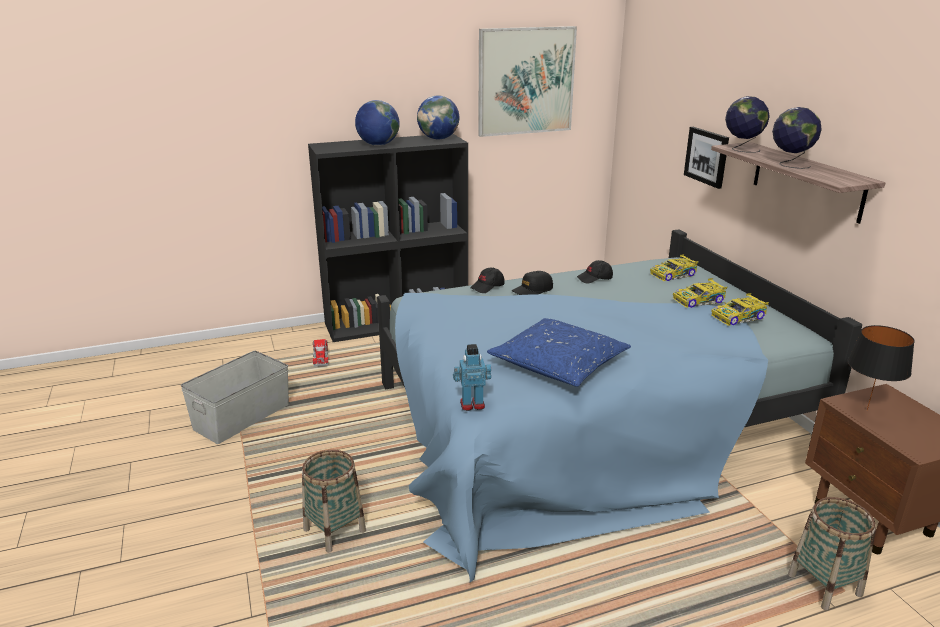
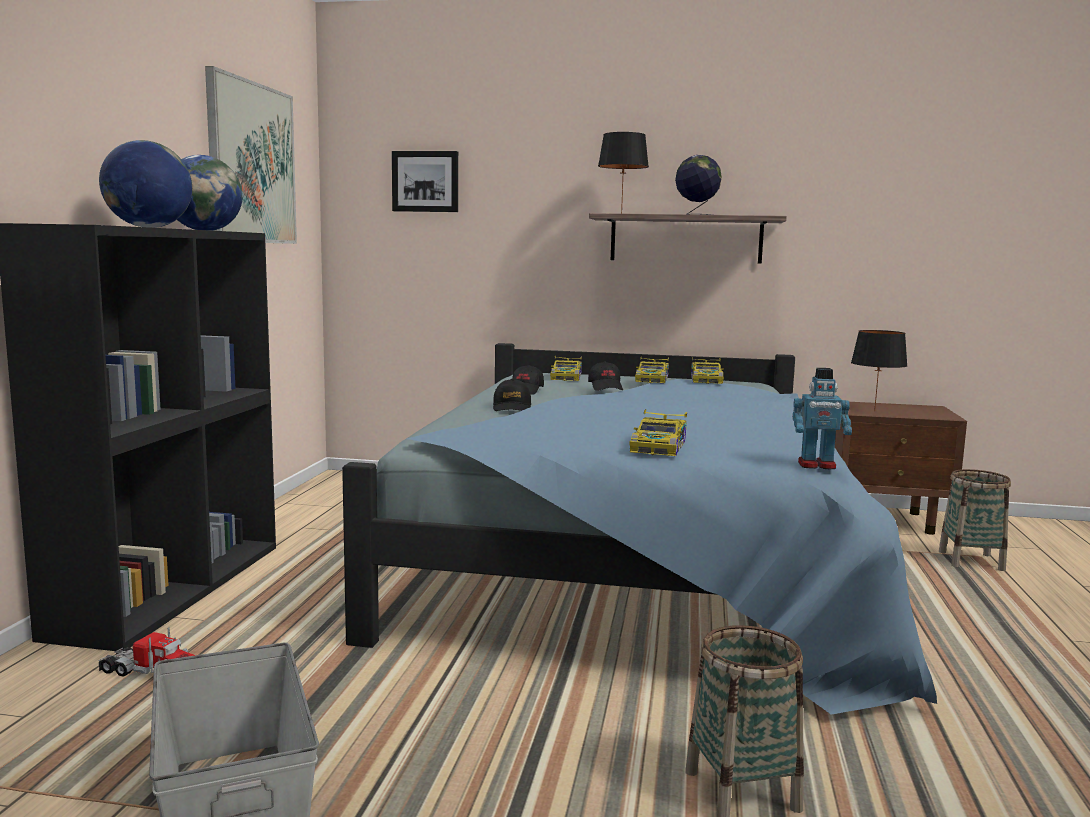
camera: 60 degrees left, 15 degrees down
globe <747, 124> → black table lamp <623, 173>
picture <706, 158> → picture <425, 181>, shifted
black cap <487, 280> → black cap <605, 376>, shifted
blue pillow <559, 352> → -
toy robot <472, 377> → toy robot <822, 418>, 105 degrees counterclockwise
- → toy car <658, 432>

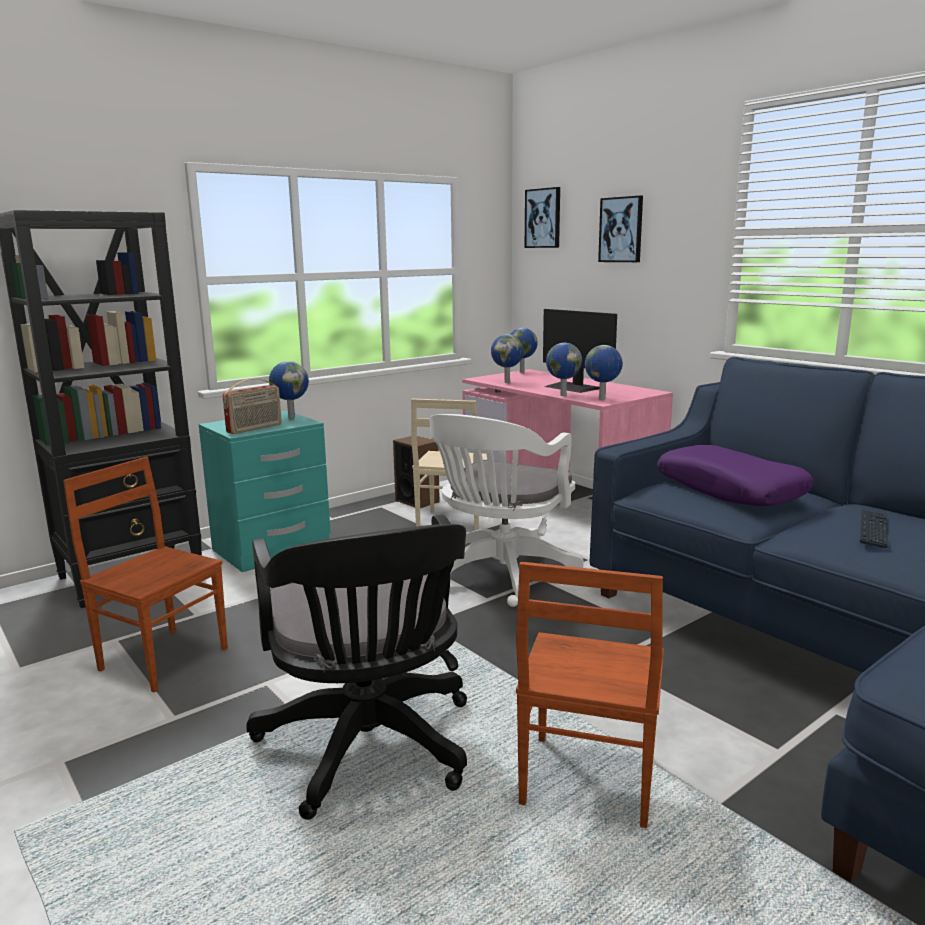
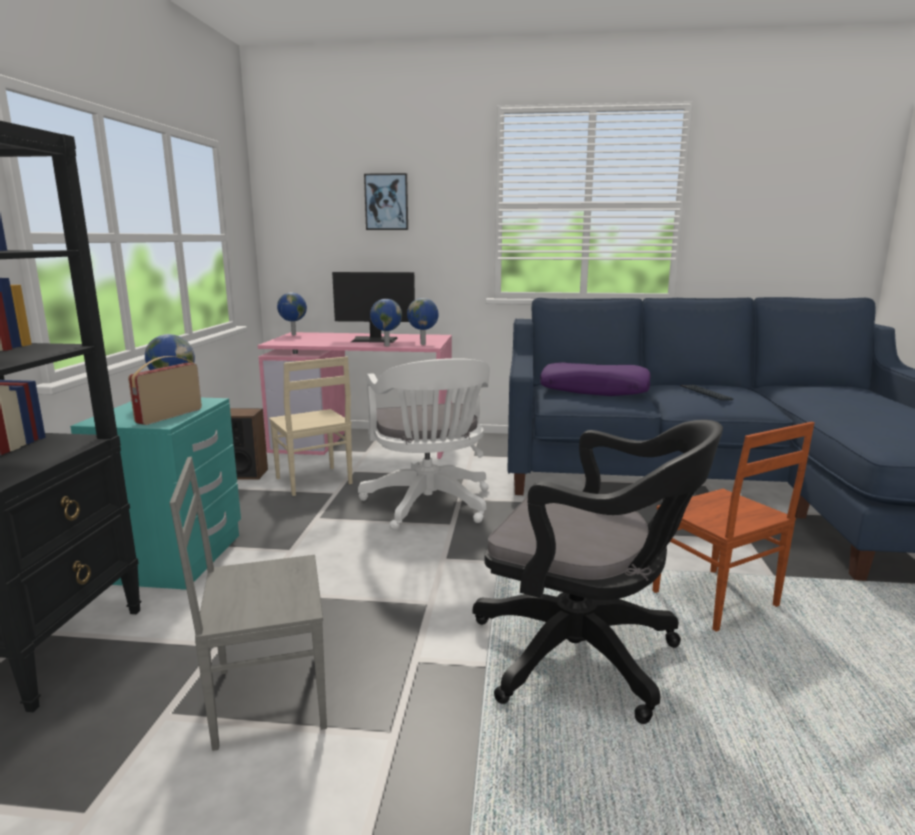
camera: 45 degrees left, 0 degrees up
picture <542, 217> → -
globe <507, 358> → -
radio <252, 406> → radio <165, 390>, 150 degrees counterclockwise
brown chair <145, 575> → grey chair <248, 604>

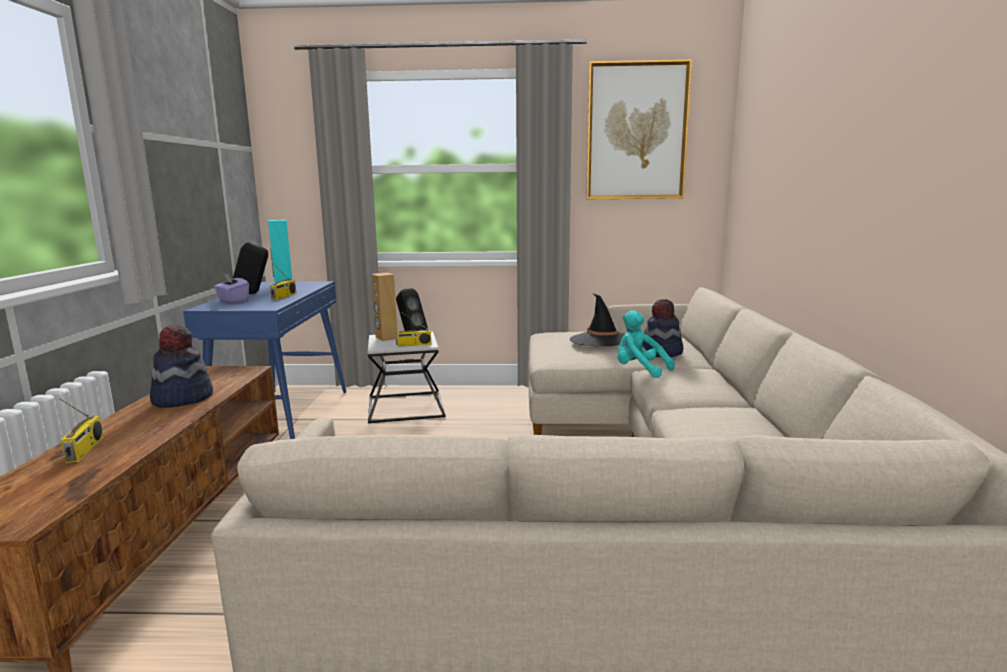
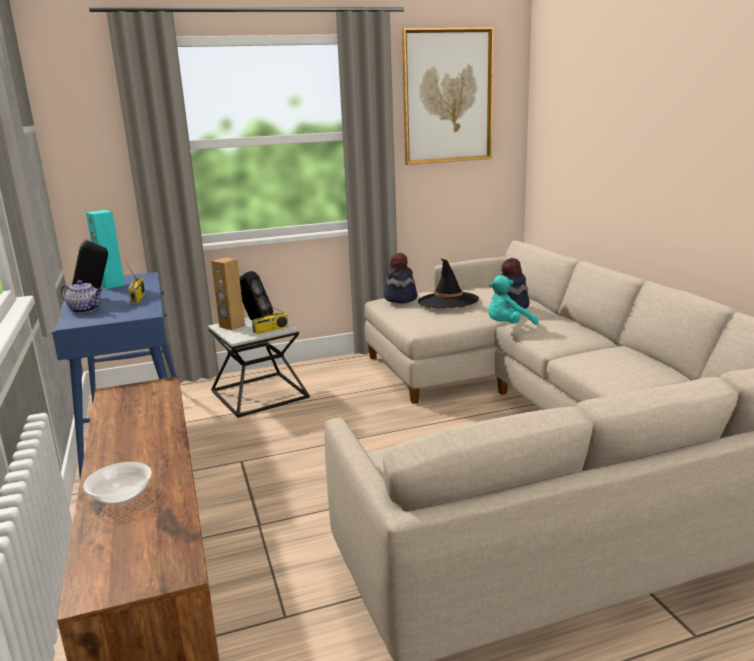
camera: 20 degrees left, 5 degrees up
purple tissue box <231, 288> → teapot <81, 296>
turquoise plush toy <646, 344> → turquoise plush toy <513, 300>, 45 degrees counterclockwise
hat <181, 366> → hat <400, 278>, shifted
radio <82, 430> → bowl <117, 483>

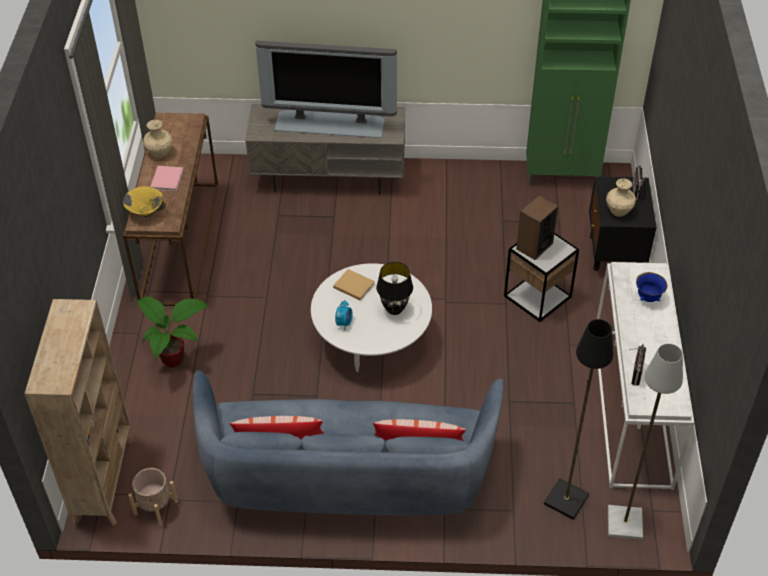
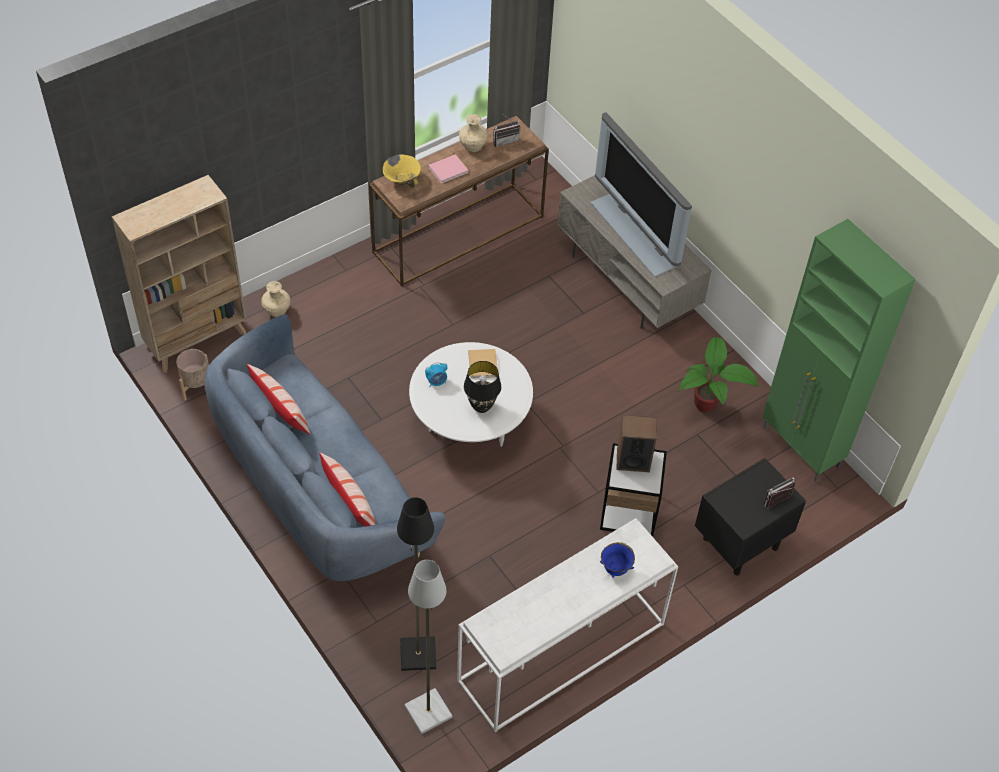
camera: 50 degrees right, 5 degrees up
beige vase <621, 197> → beige vase <275, 299>, shifted
potted plant <173, 332> → potted plant <719, 375>, shifted
radio <638, 365> → radio <507, 130>, shifted

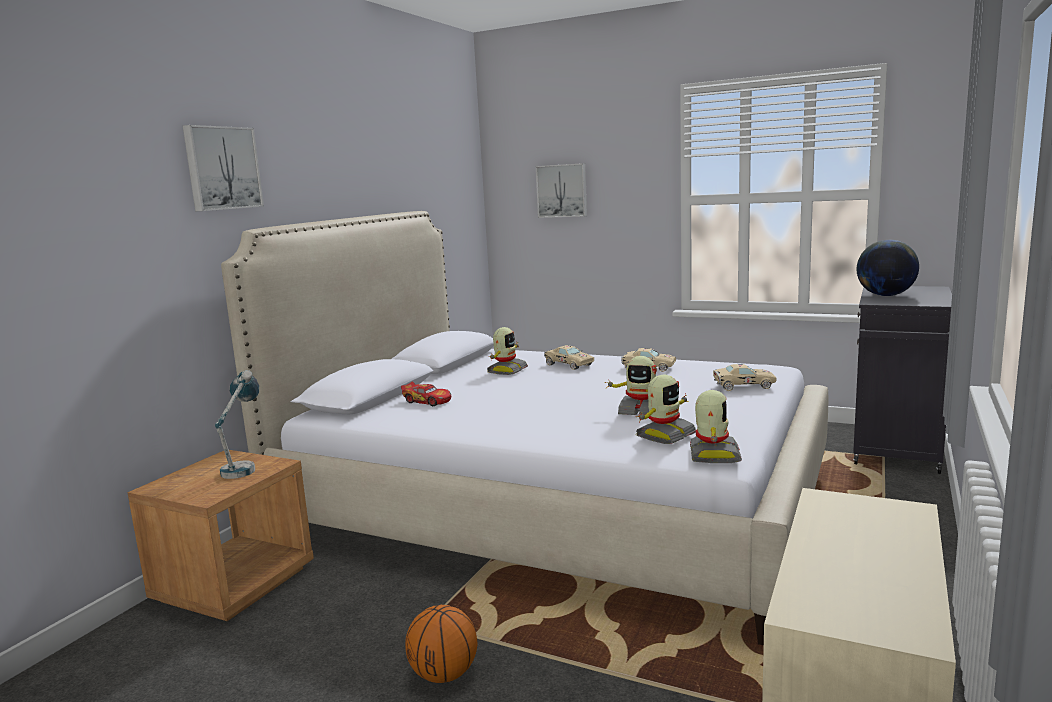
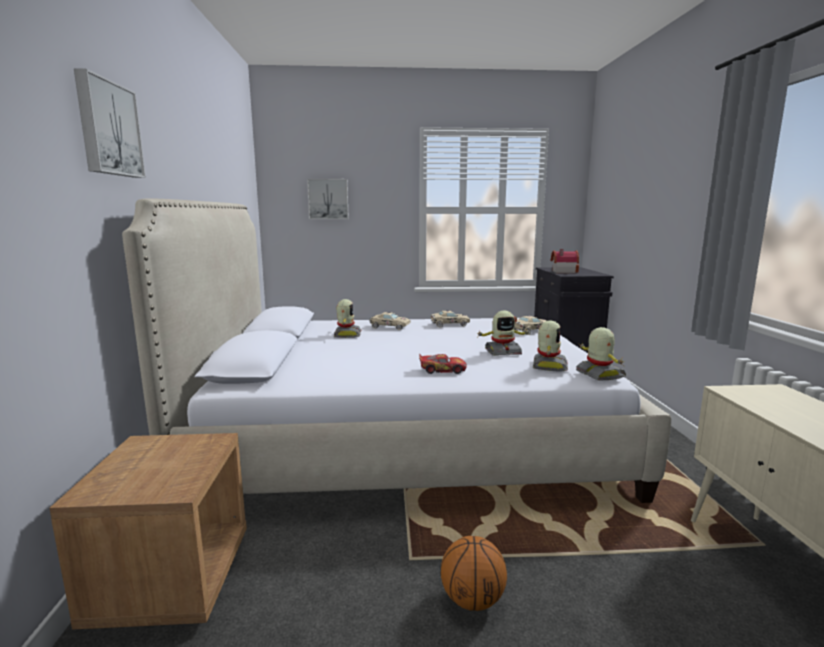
camera: 30 degrees left, 0 degrees up
globe <888, 268> → toy house <565, 261>
table lamp <237, 424> → -
toy car <426, 394> → toy car <443, 364>, shifted

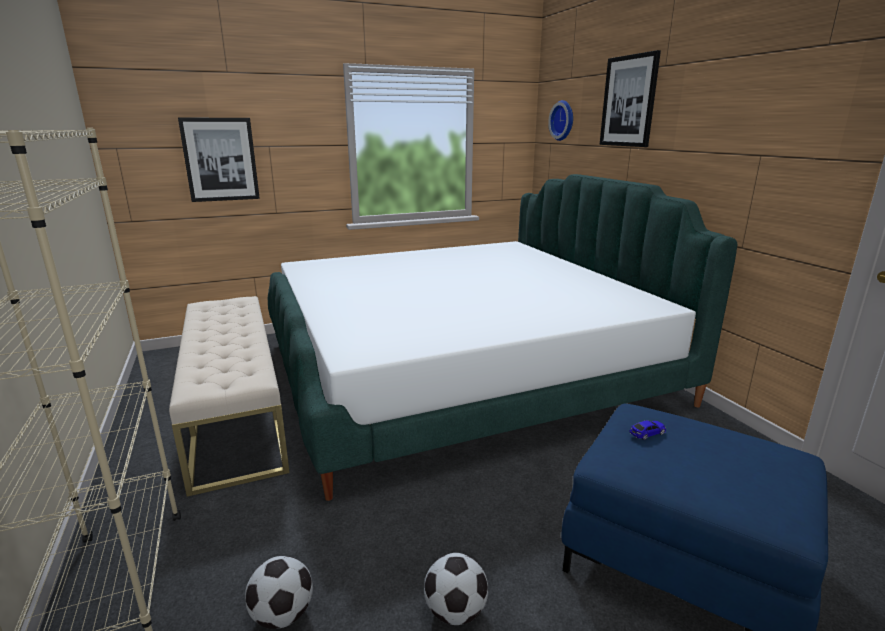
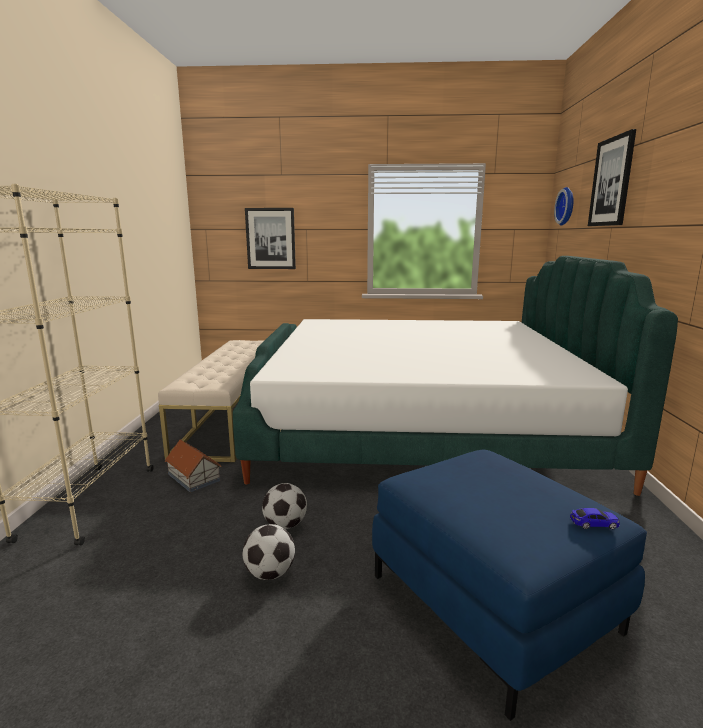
camera: 25 degrees right, 5 degrees down
toy car <648, 430> → toy car <595, 518>, shifted
football <279, 592> → football <284, 506>, shifted
- → toy house <193, 466>

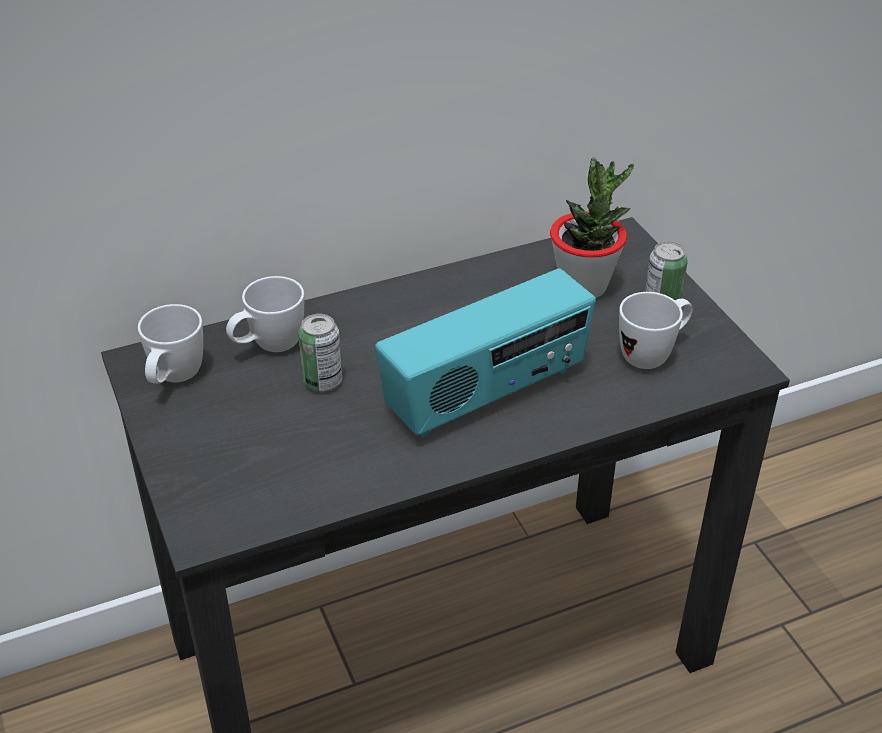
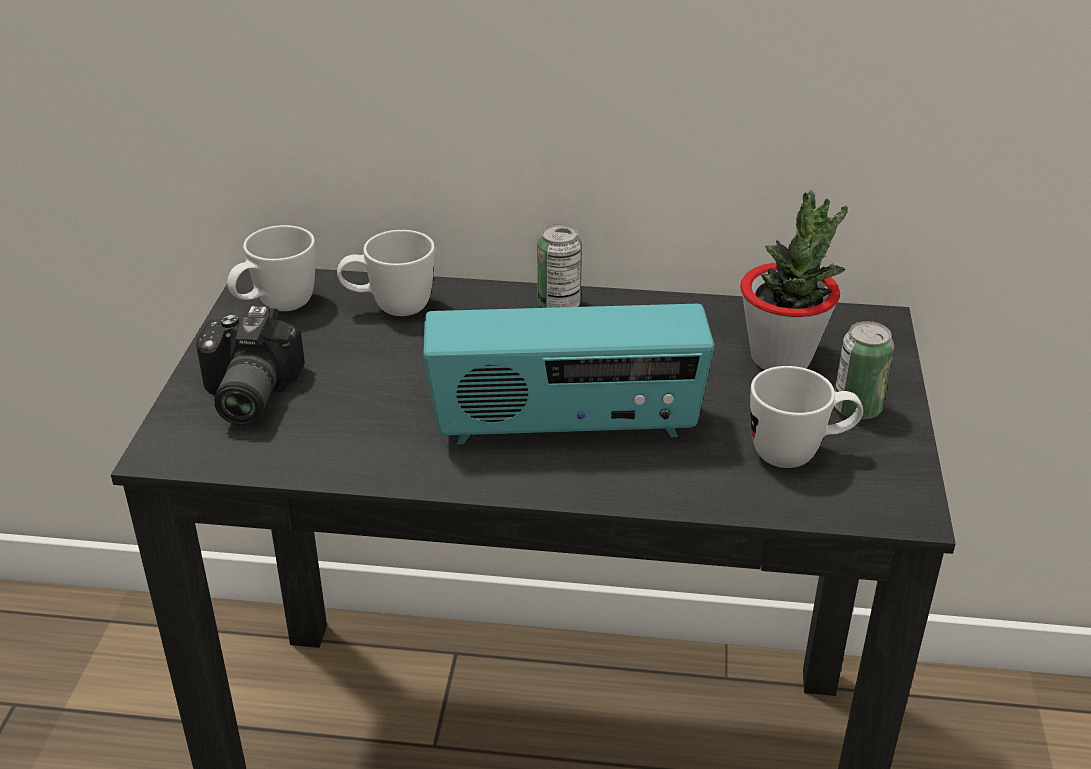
camera: 30 degrees right, 5 degrees down
can <320, 352> → can <559, 266>, shifted
- → photo camera <250, 365>

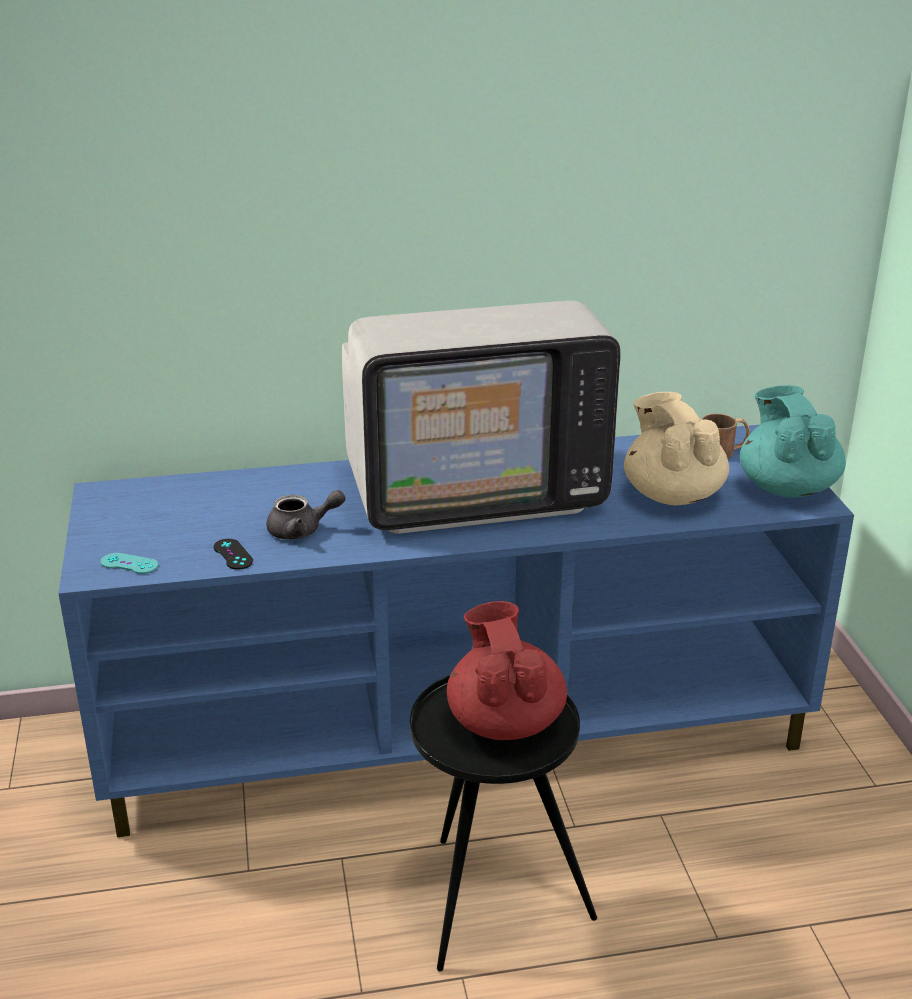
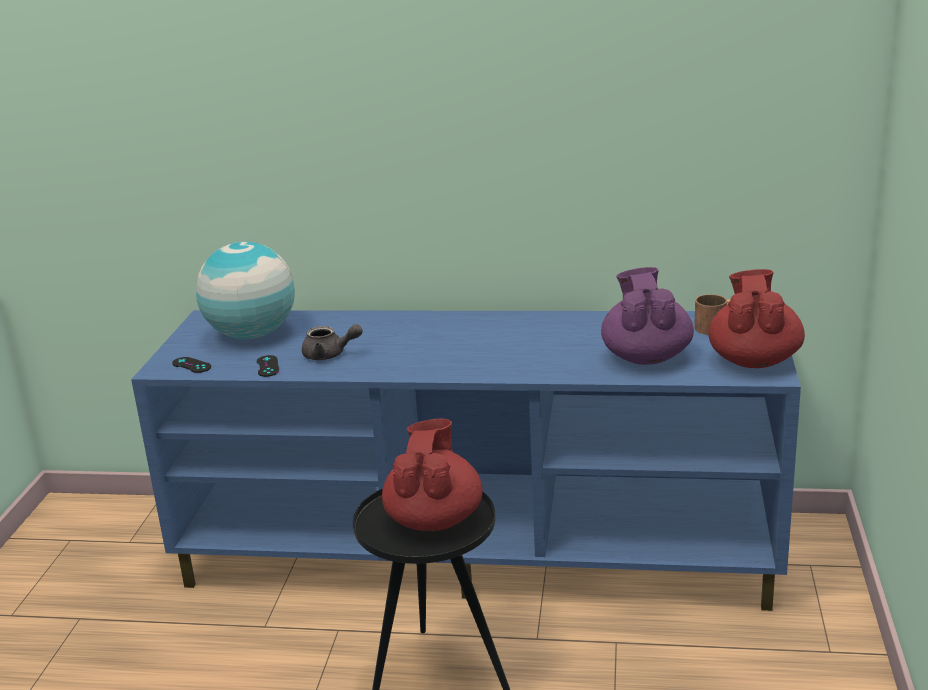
camera: 20 degrees right, 5 degrees down
television <481, 417> → -
turquoise teapot <793, 441> → red teapot <757, 318>
beige teapot <676, 448> → purple teapot <647, 316>
turquoise game controller <129, 563> → black game controller <191, 365>
- → globe <245, 290>

